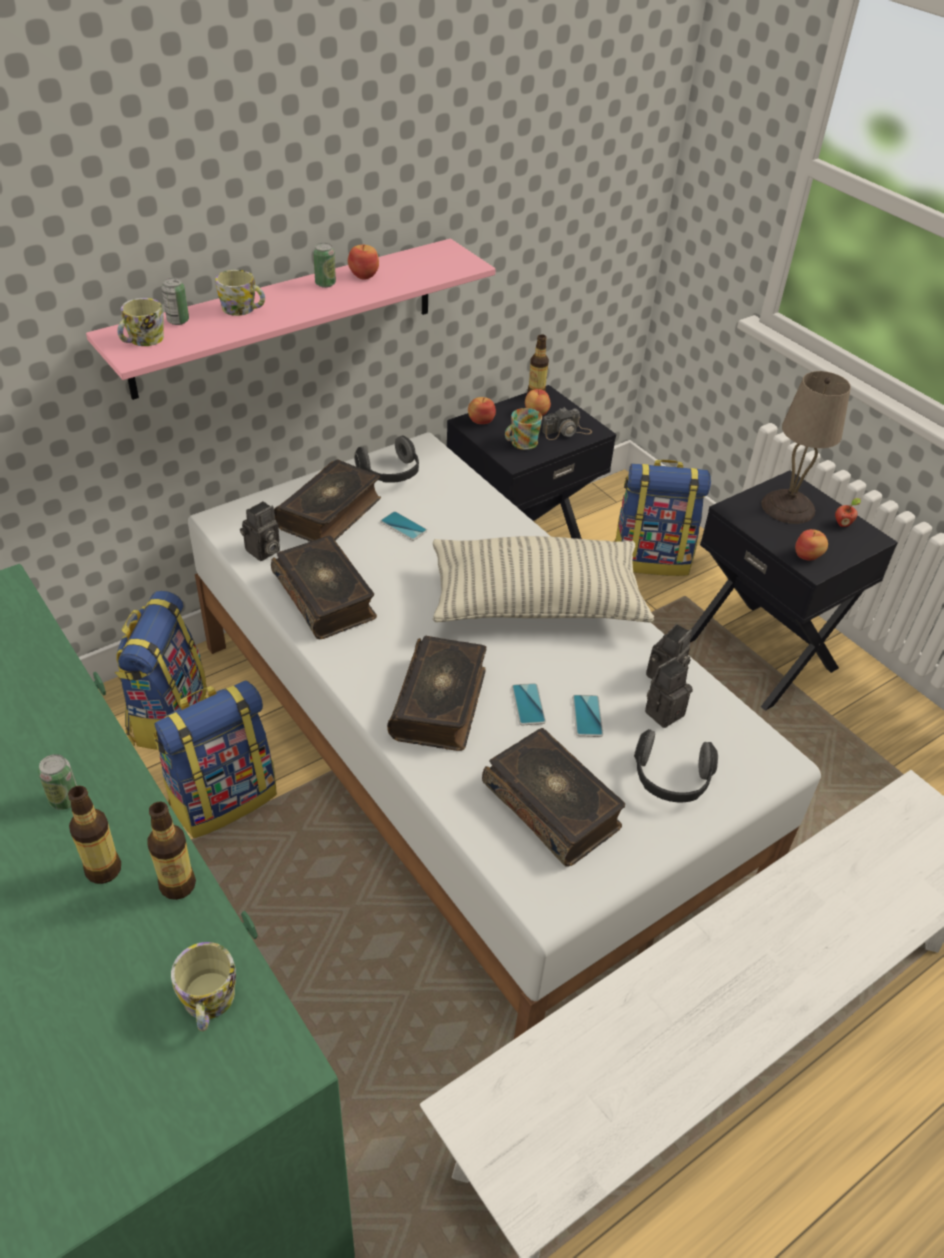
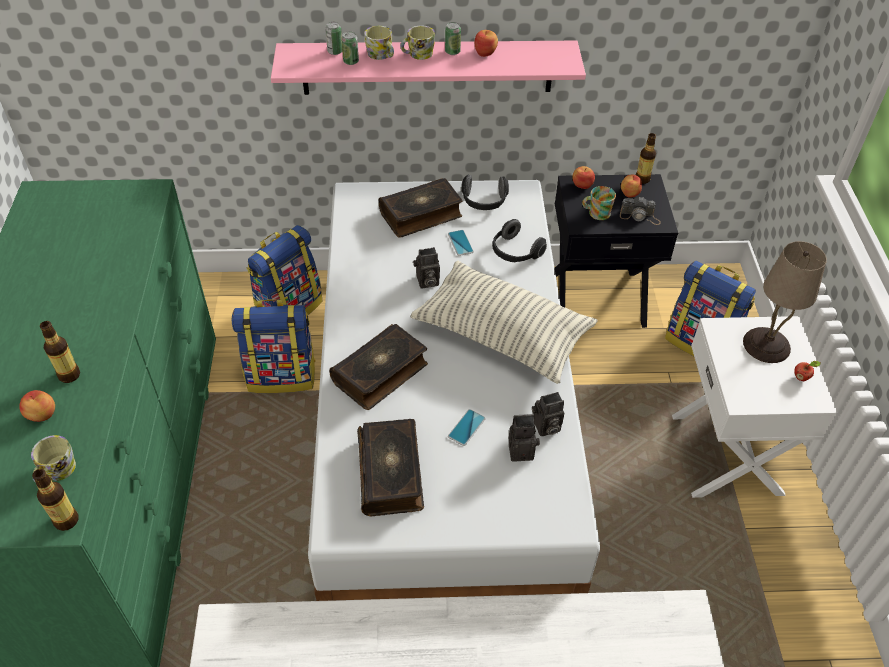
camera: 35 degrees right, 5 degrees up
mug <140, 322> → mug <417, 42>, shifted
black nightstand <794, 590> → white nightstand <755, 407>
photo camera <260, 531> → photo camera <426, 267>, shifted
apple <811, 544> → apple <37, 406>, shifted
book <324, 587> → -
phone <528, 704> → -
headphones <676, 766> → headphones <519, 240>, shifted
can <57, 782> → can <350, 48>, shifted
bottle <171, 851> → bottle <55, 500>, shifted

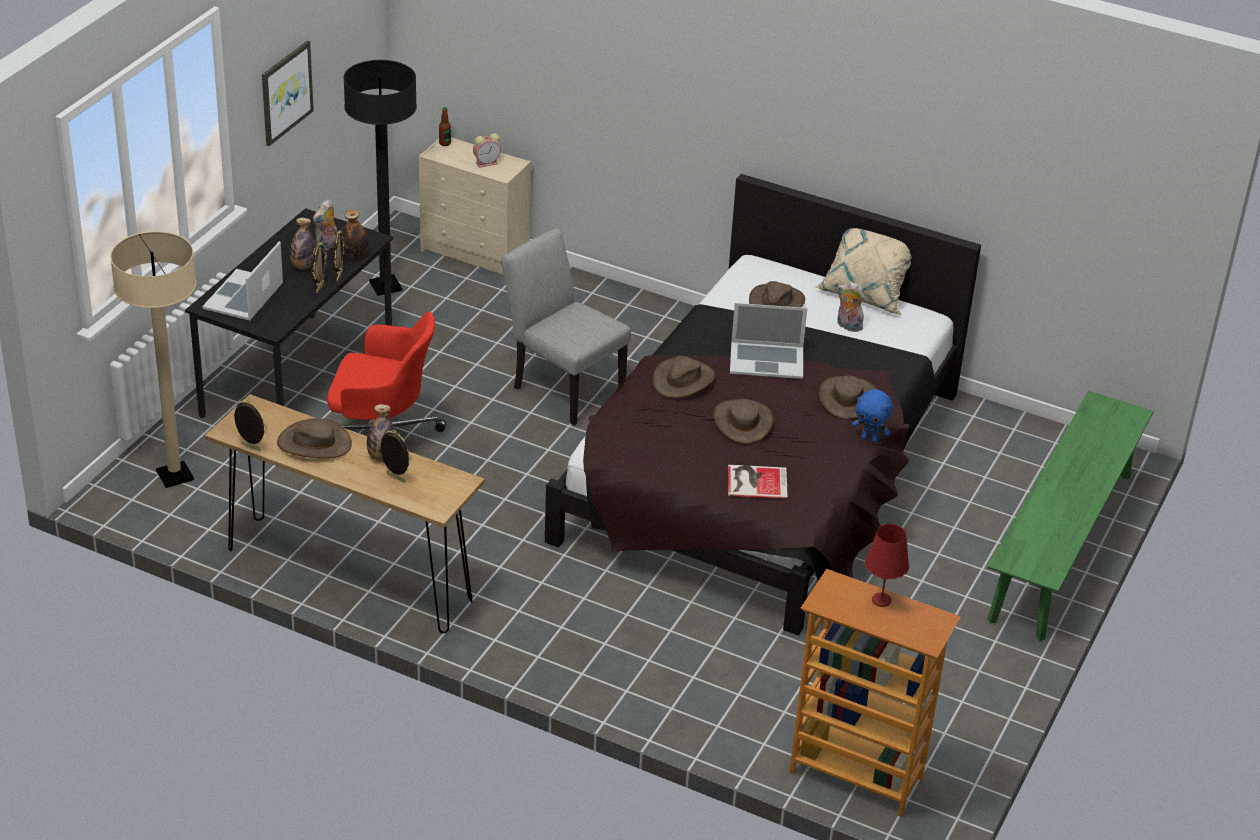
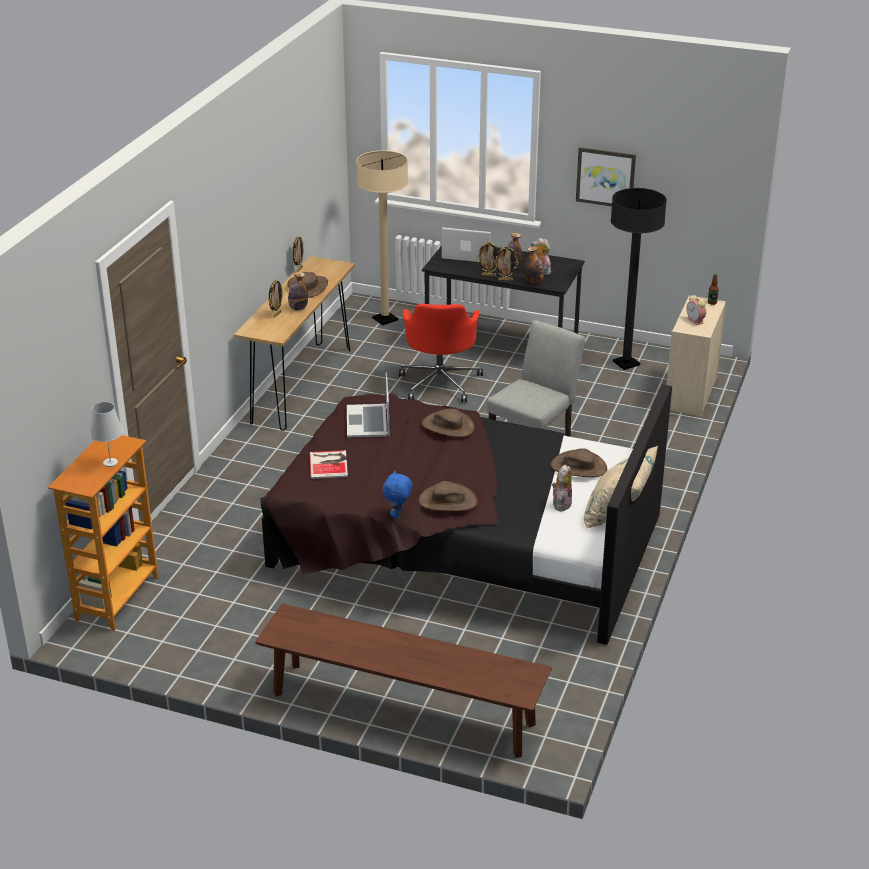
camera: 85 degrees right, 5 degrees down
laptop <769, 341> → laptop <368, 405>, shifted
green bench <1070, 516> → brown bench <403, 681>
brown hat <743, 421> → -
red table lamp <887, 565> → white table lamp <106, 434>

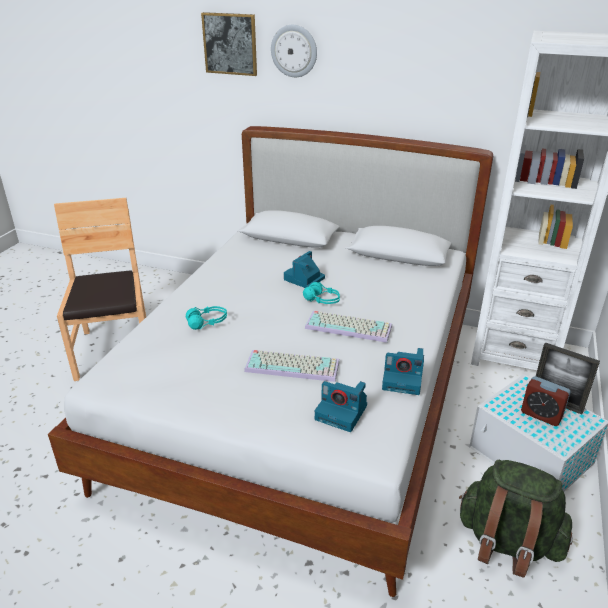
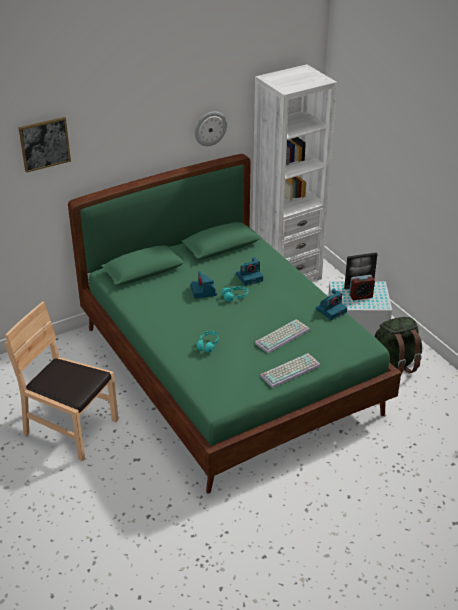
camera: 50 degrees left, 5 degrees up
wall clock <294, 51> → wall clock <211, 128>, shifted
white bed <270, 361> → green bed <234, 323>
keyboard <348, 327> → keyboard <290, 370>, shifted
photo camera <341, 406> → photo camera <249, 271>, shifted

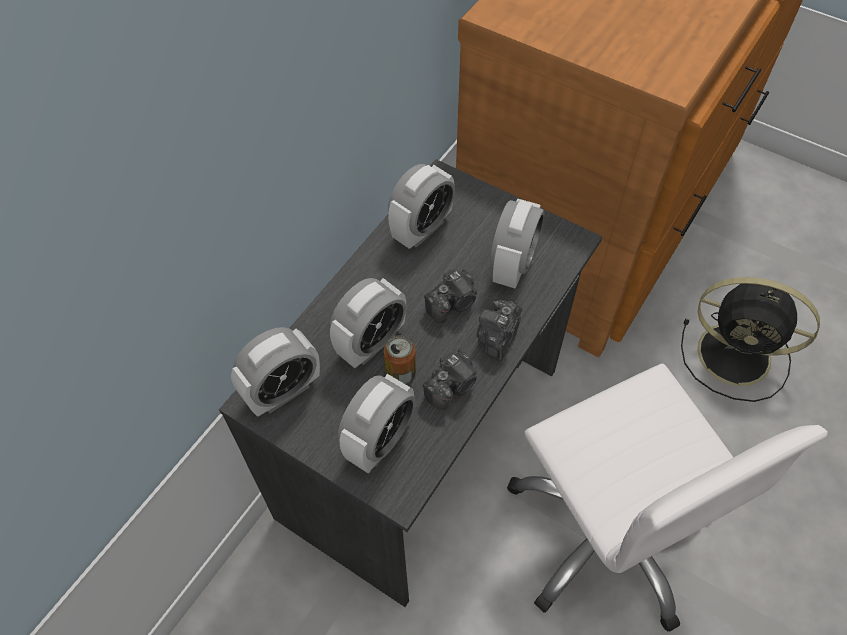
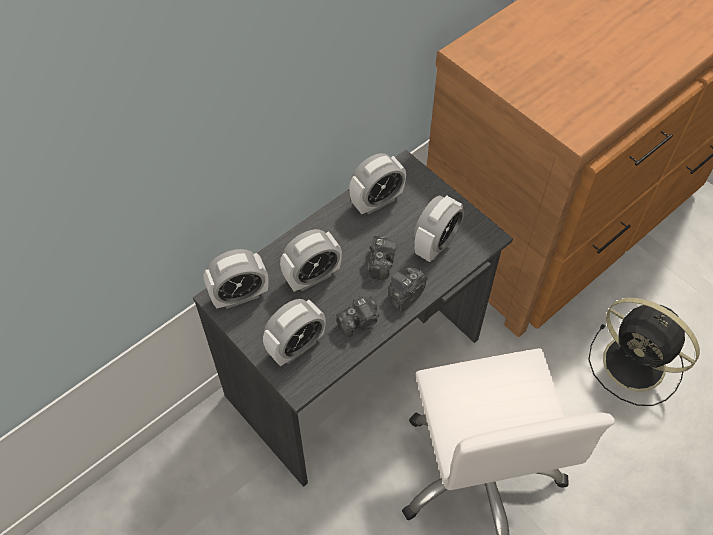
camera: 15 degrees right, 0 degrees up
photo camera <450, 296> → photo camera <383, 258>, 60 degrees counterclockwise
can <400, 360> → -

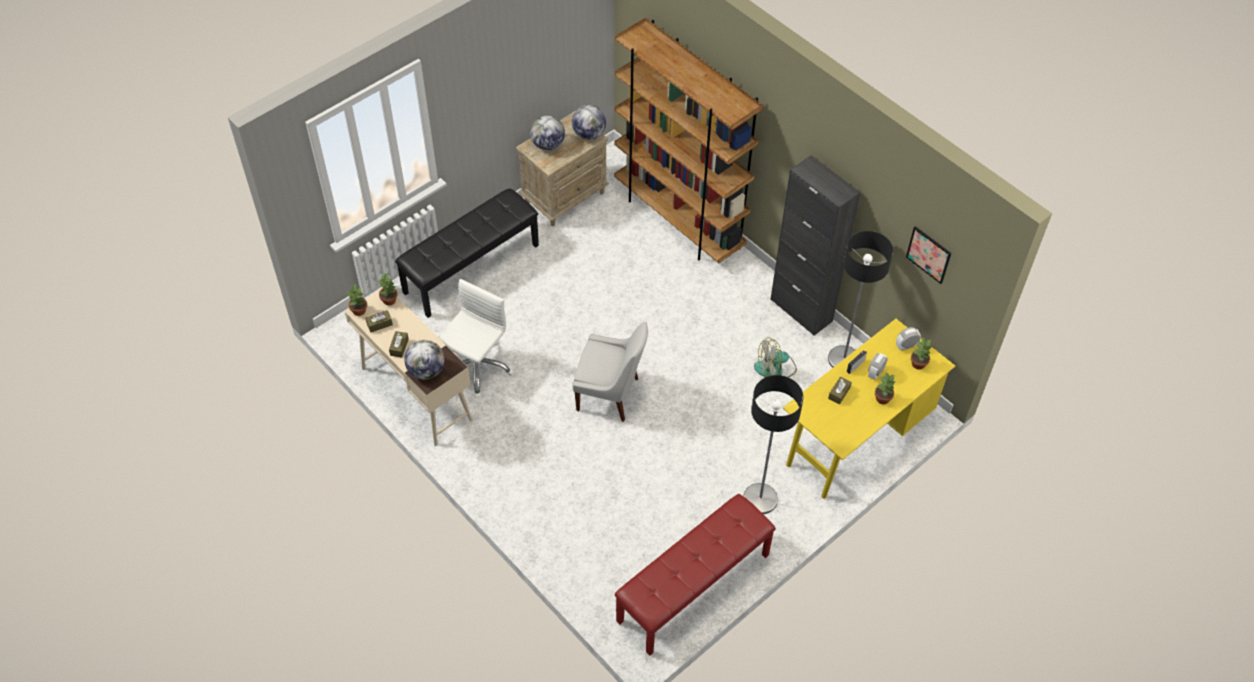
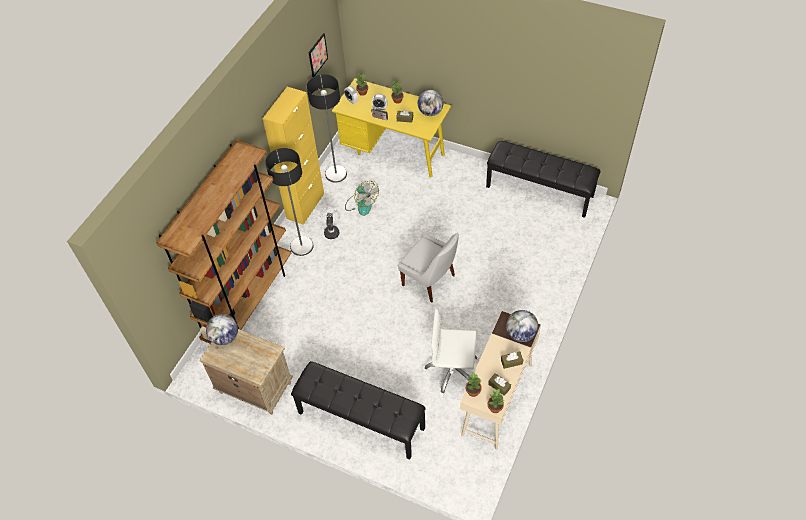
camera: 110 degrees left, 0 degrees up
globe <547, 132> → globe <430, 103>, shifted
black cabinet <815, 245> → yellow cabinet <293, 156>
white chair <610, 372> → white chair <428, 268>, 135 degrees clockwise
floor lamp <773, 444> → floor lamp <289, 202>, shifted
red bench <695, 575> → black bench <543, 179>
- → white fan <330, 223>

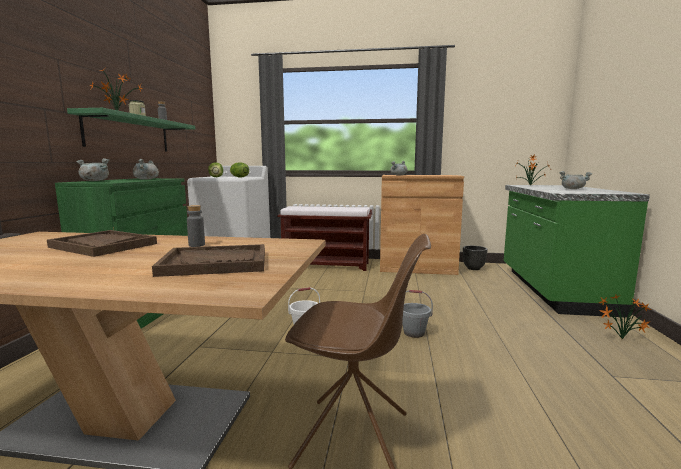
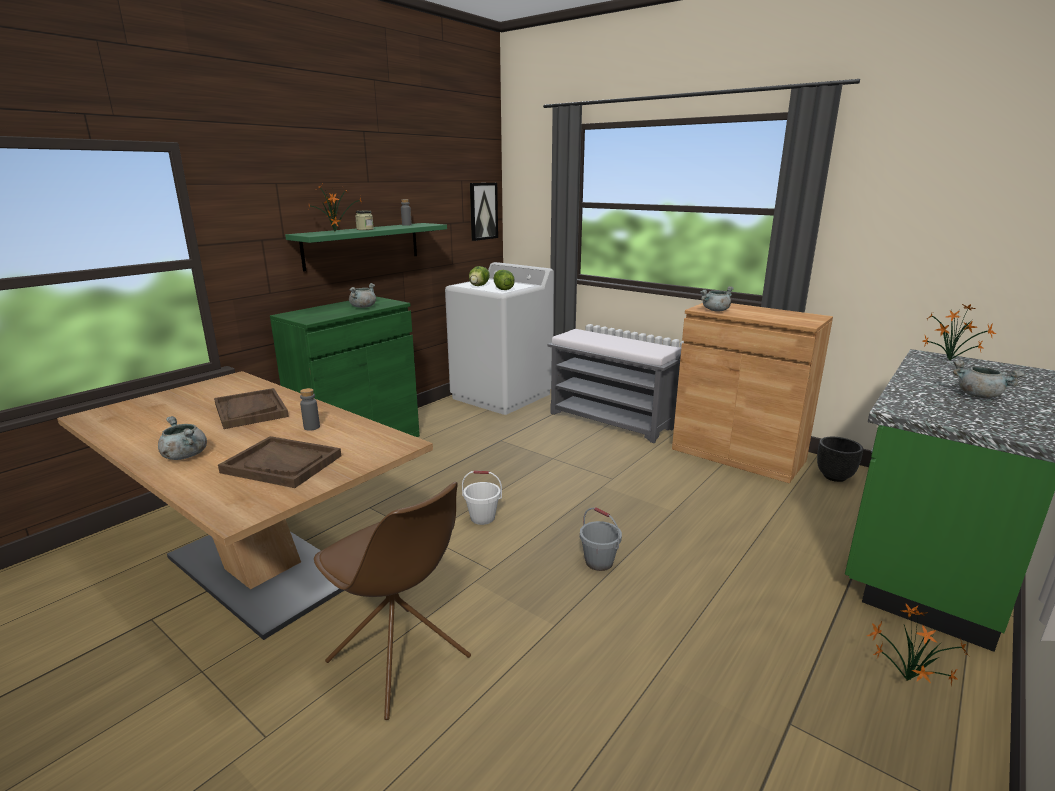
camera: 30 degrees right, 10 degrees up
grey cooking pot <92, 169> → grey cooking pot <182, 438>, shifted
brown bench <324, 238> → grey bench <614, 386>
- → picture <484, 212>

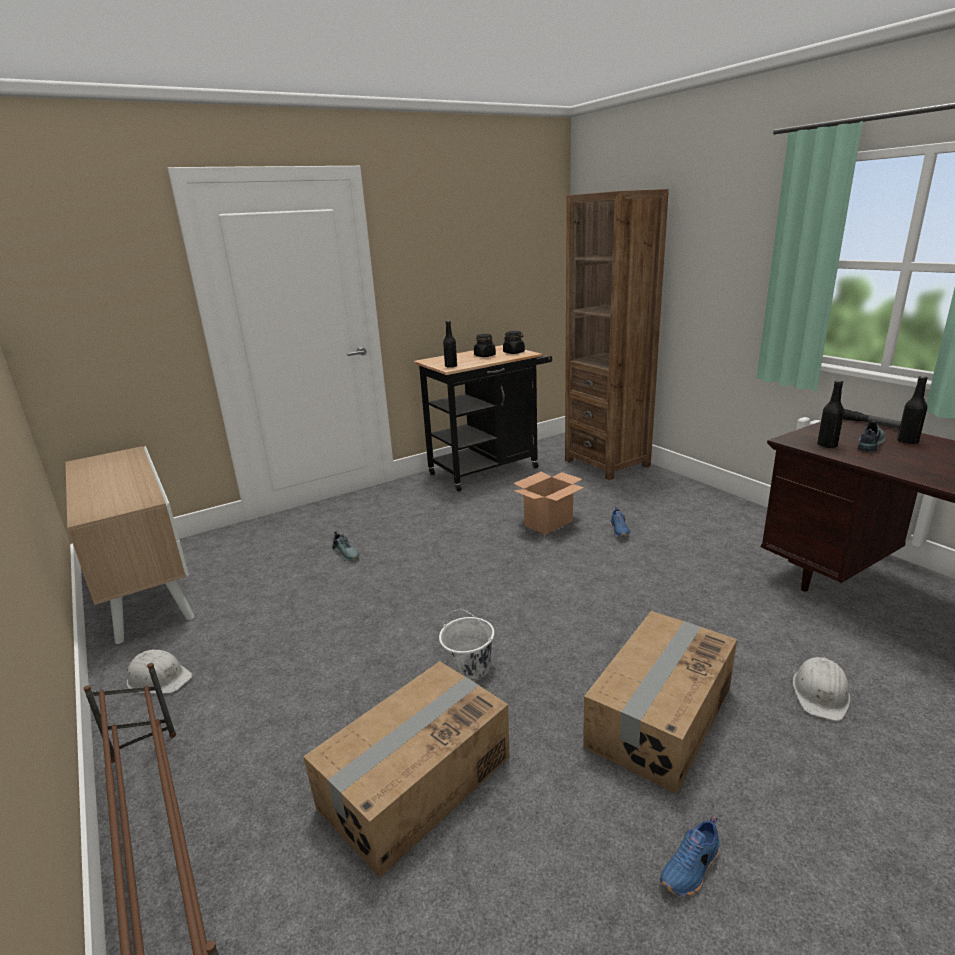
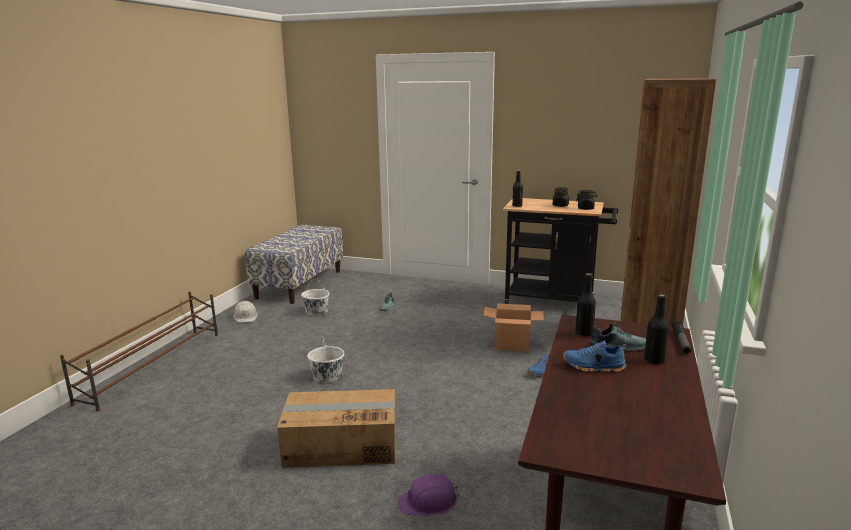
camera: 50 degrees right, 5 degrees down
cabinet <130, 545> → bench <294, 264>
white hard hat <821, 689> → purple hard hat <428, 495>
cardboard box <406, 769> → -
blue shoe <690, 855> → blue shoe <594, 356>, shifted
- → white bucket <315, 298>

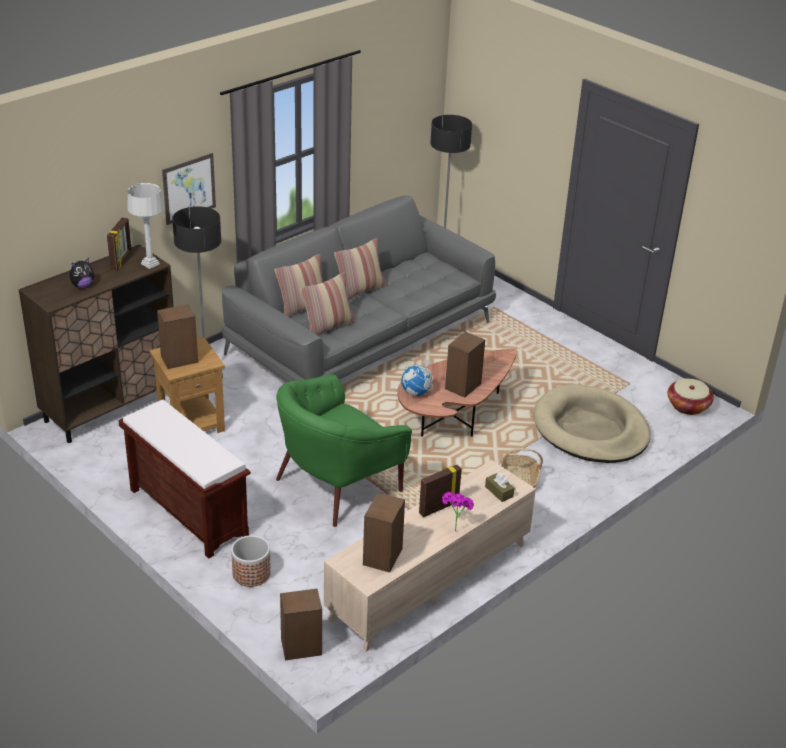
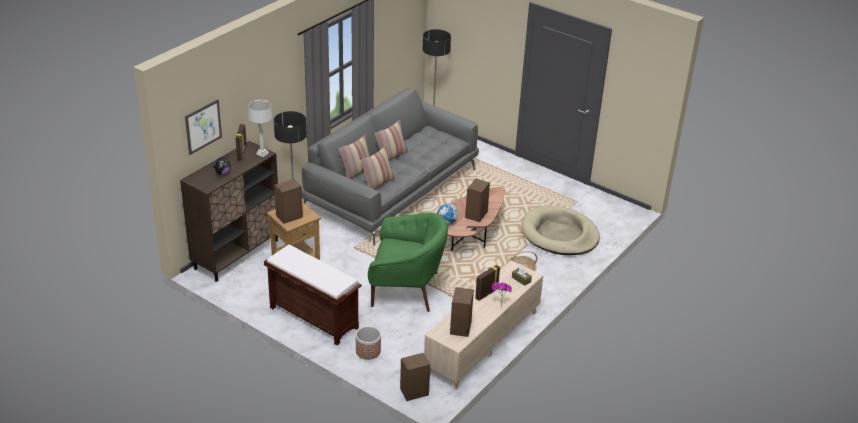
camera: 10 degrees left, 0 degrees up
picture <189, 189> → picture <203, 127>, shifted
green armchair <344, 450> → green armchair <408, 262>, 120 degrees counterclockwise
basket <691, 397> → -

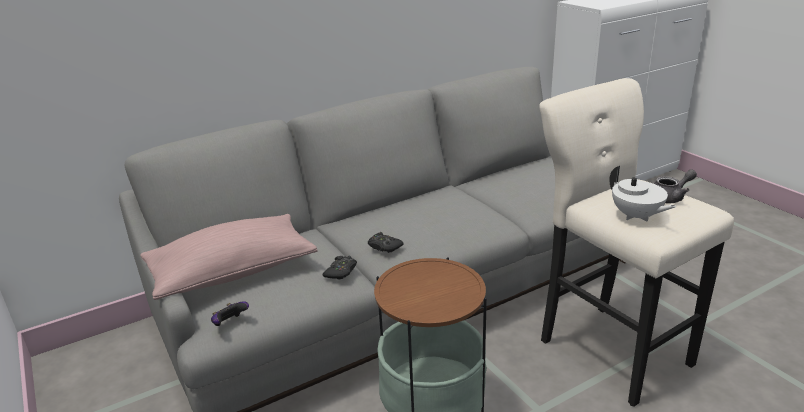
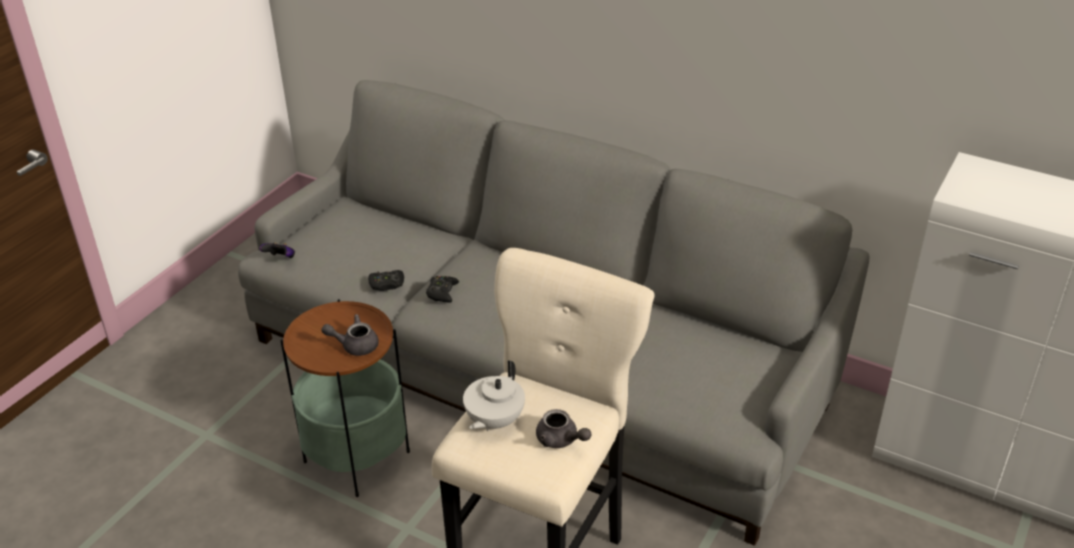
camera: 60 degrees right, 10 degrees up
pink pillow <228, 257> → -
- → grey teapot <350, 335>

